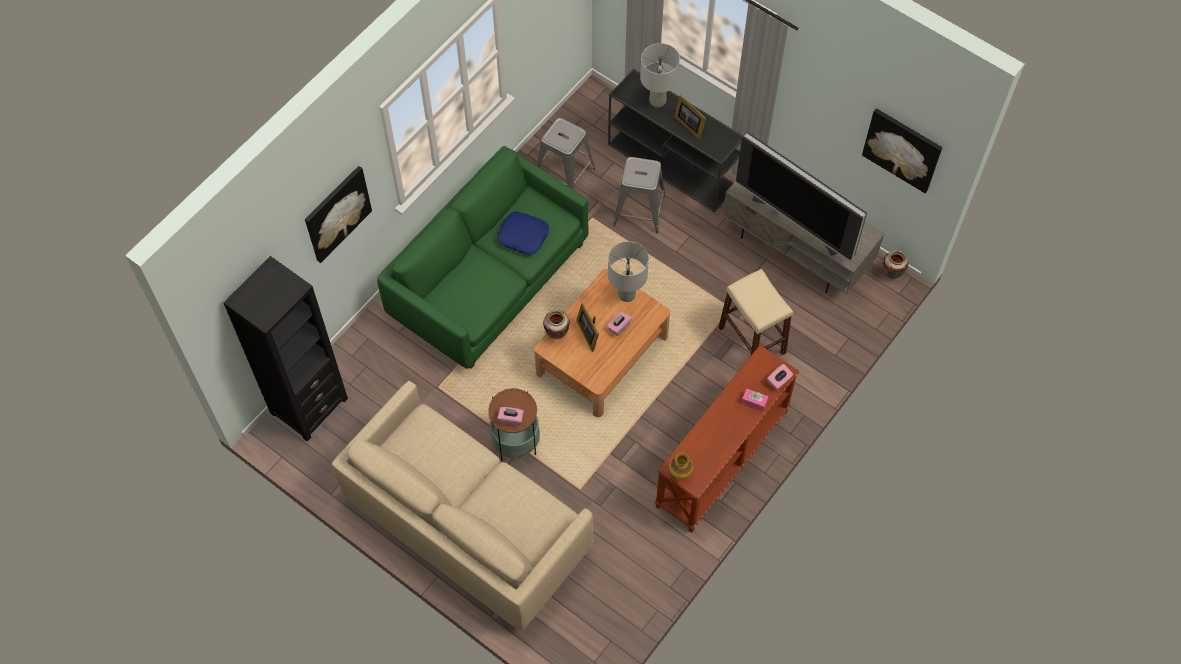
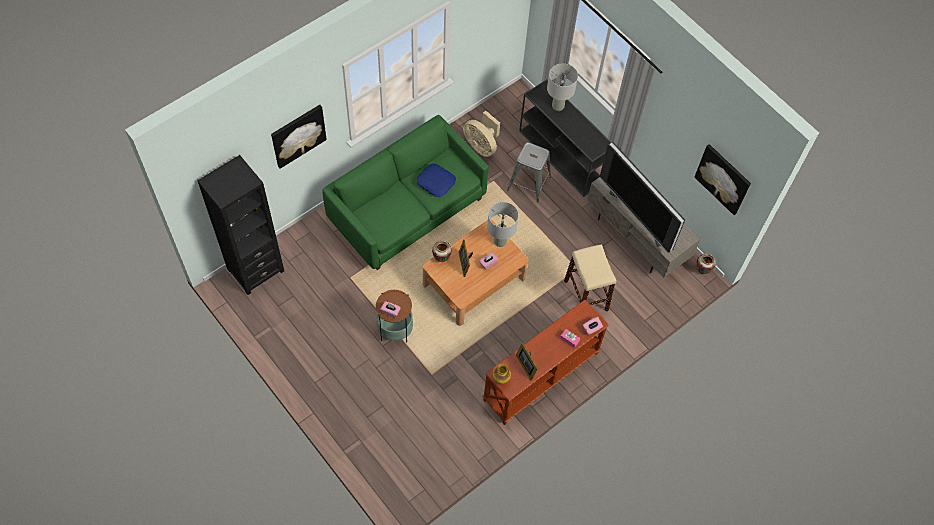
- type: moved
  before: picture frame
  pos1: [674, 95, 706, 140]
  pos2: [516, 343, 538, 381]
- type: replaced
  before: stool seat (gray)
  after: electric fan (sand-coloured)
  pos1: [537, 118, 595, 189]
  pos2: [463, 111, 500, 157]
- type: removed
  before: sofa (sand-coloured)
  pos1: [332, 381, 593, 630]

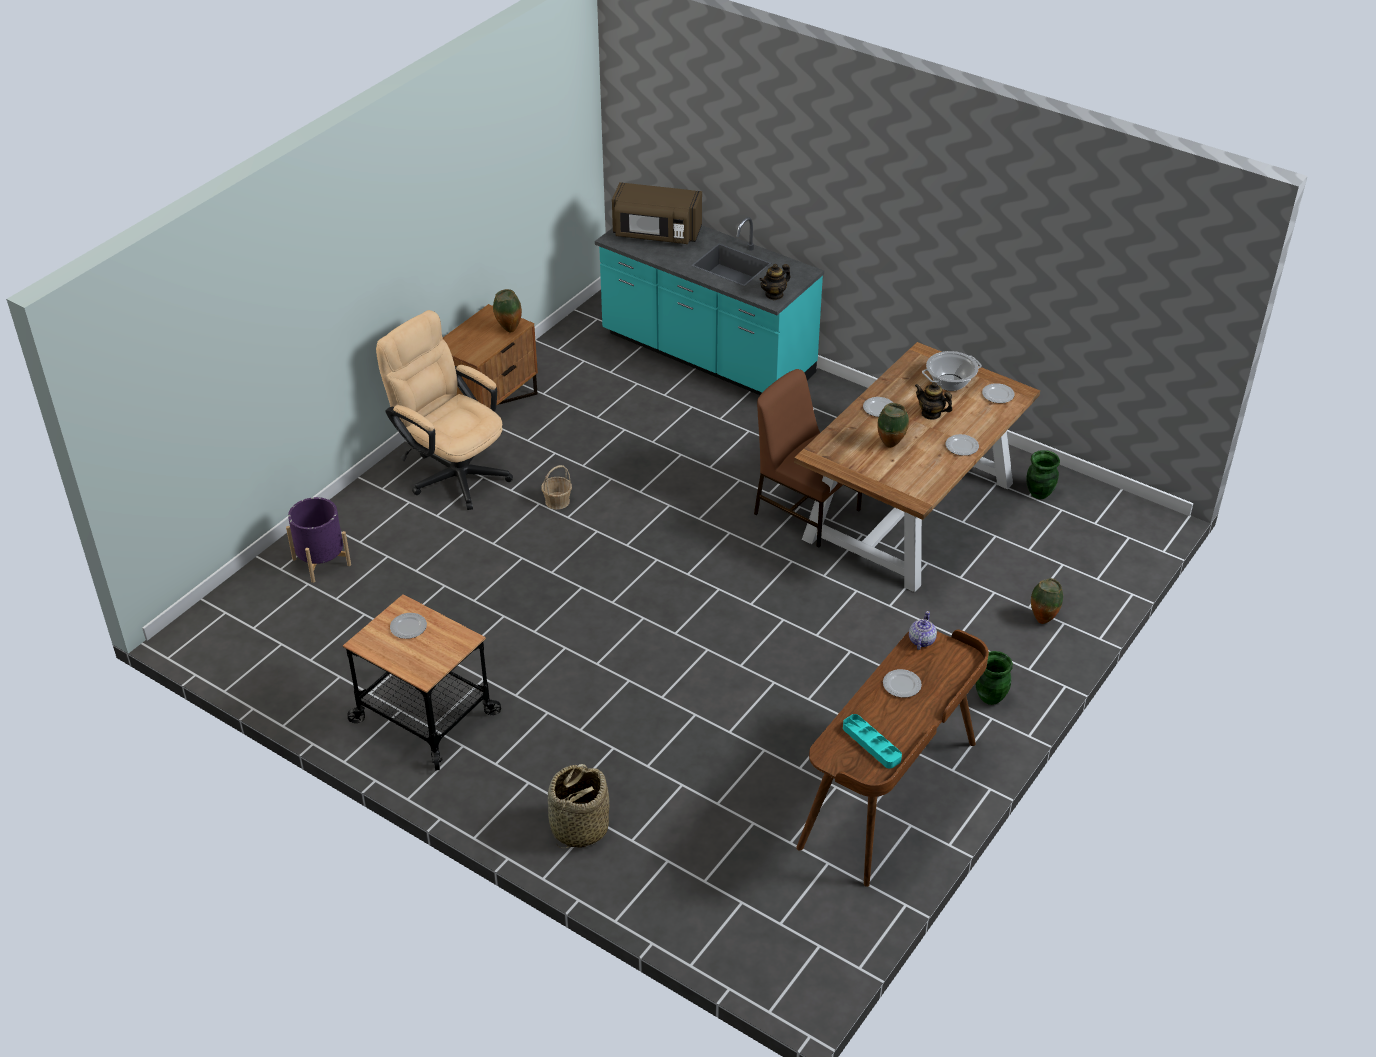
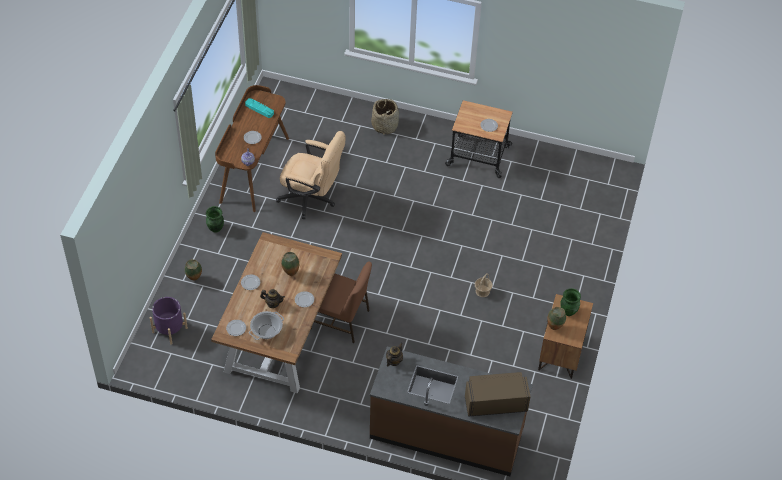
- type: recoloured
  before: kitchen counter (turquoise-coloured)
  after: kitchen counter (brown-coloured)
  pos1: [595, 217, 824, 395]
  pos2: [370, 347, 533, 476]
- type: moved
  before: computer chair (sand-coloured)
  pos1: [376, 310, 513, 510]
  pos2: [276, 131, 346, 219]
- type: moved
  before: decorative vase (green-coloured)
  pos1: [1026, 450, 1060, 499]
  pos2: [560, 288, 581, 316]
- type: moved
  before: flower pot (purple-coloured)
  pos1: [286, 497, 351, 583]
  pos2: [150, 297, 188, 345]

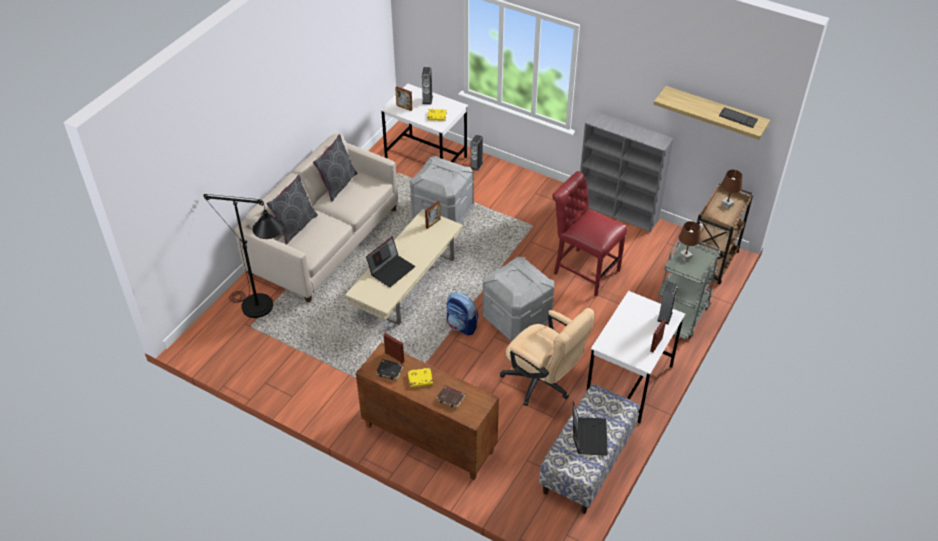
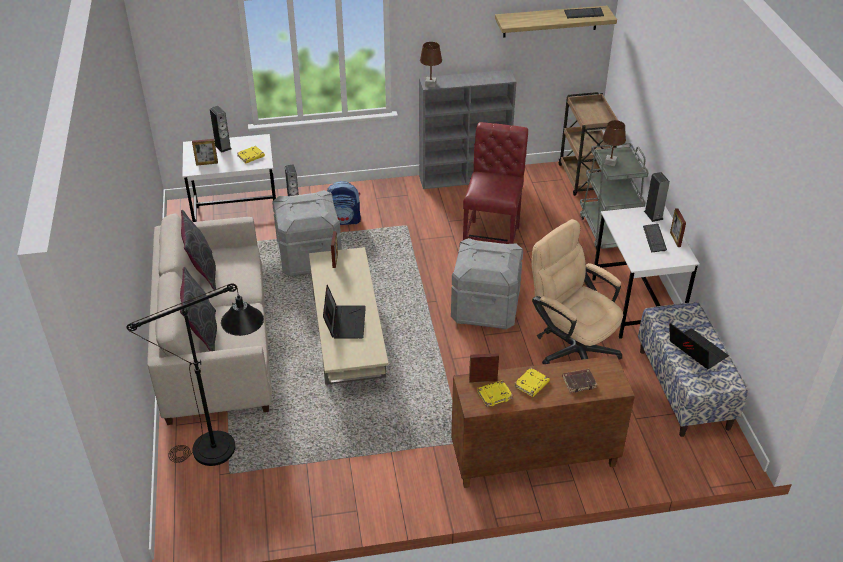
- type: moved
  before: lamp for a table (brown-coloured)
  pos1: [721, 170, 742, 209]
  pos2: [420, 42, 442, 87]
- type: turned
  before: plain chair (reddish)
  pos1: [552, 171, 627, 296]
  pos2: [463, 122, 528, 244]
  turn: 105
- type: moved
  before: knapsack
  pos1: [446, 292, 478, 336]
  pos2: [327, 181, 361, 225]
- type: turned
  before: computer chair (sand-coloured)
  pos1: [500, 308, 595, 406]
  pos2: [531, 219, 623, 364]
  turn: -135
- type: recoloured
  before: volume (blackish)
  after: volume (yellowish)
  pos1: [376, 359, 404, 380]
  pos2: [477, 380, 513, 407]
- type: added
  after: computer keyboard
  pos2: [643, 224, 667, 253]

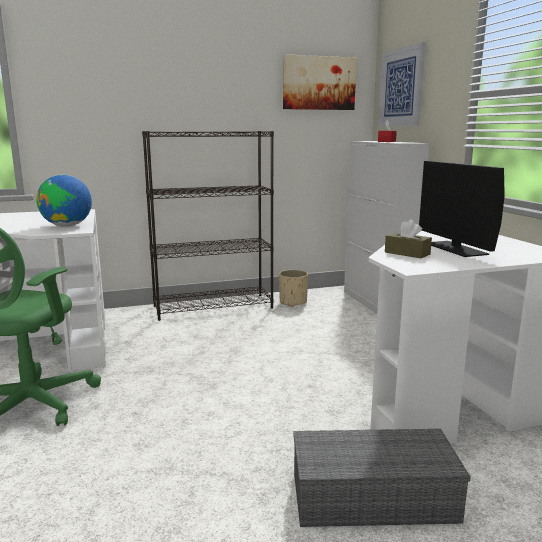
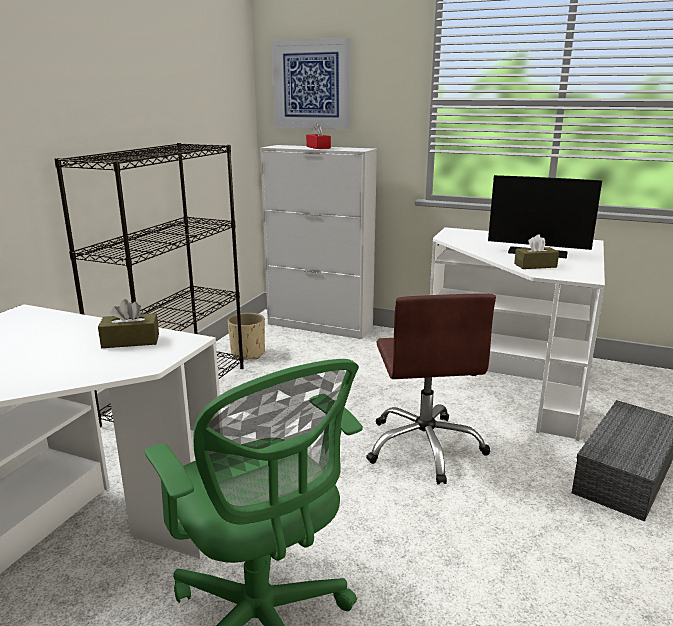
- type: removed
  before: wall art
  pos1: [283, 54, 357, 110]
- type: replaced
  before: globe
  after: tissue box (brown-coloured)
  pos1: [36, 175, 92, 227]
  pos2: [98, 299, 159, 348]
- type: added
  after: computer chair (brown-coloured)
  pos2: [366, 294, 496, 485]

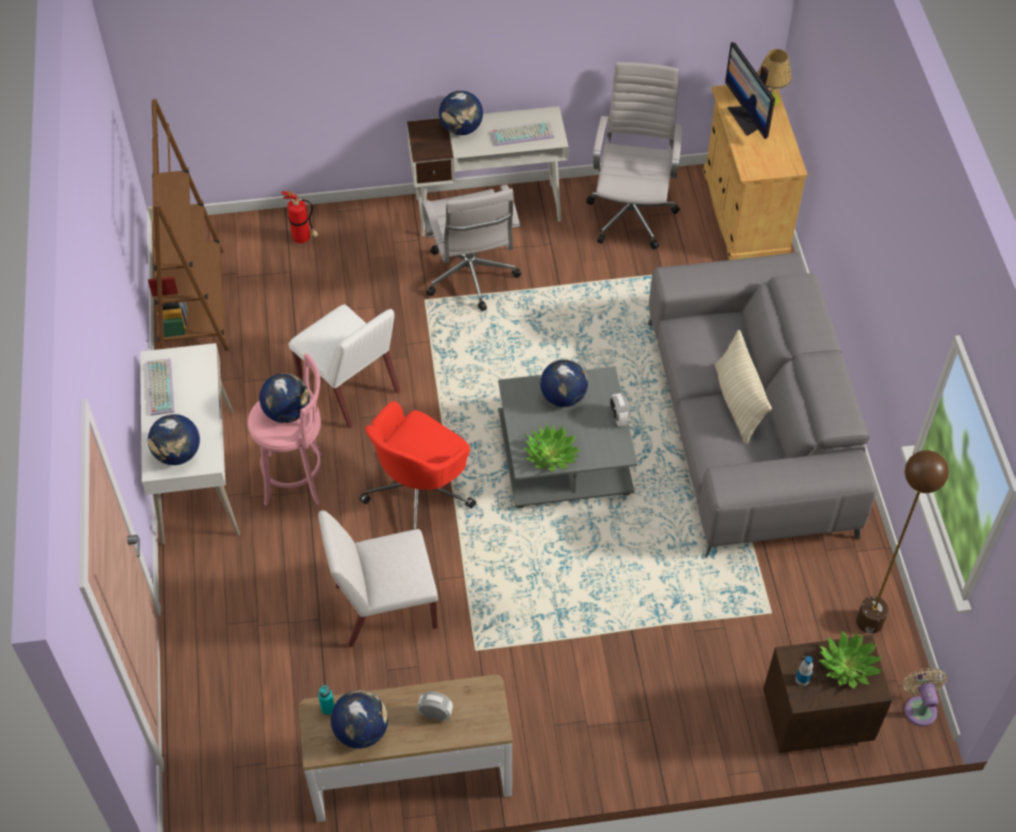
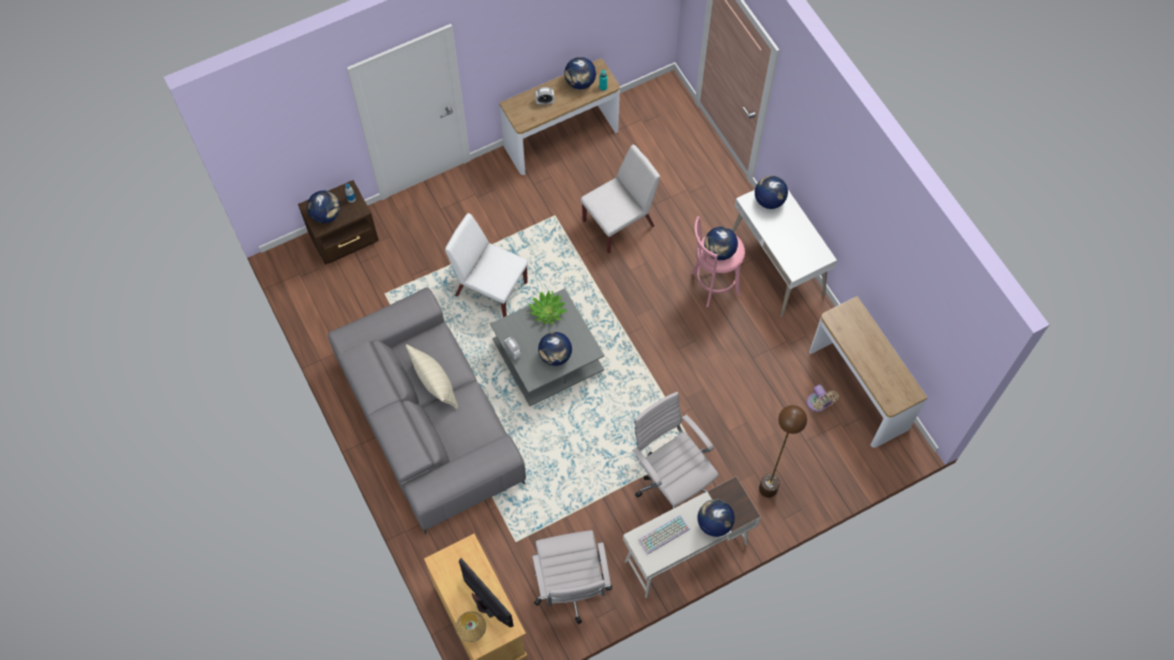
- type: replaced
  before: bookshelf (brown-coloured)
  after: hall table
  pos1: [148, 99, 229, 351]
  pos2: [809, 296, 928, 448]
- type: removed
  before: fire-fighting cylinder
  pos1: [282, 191, 318, 244]
- type: moved
  before: plain chair (white)
  pos1: [289, 304, 401, 428]
  pos2: [445, 213, 528, 317]
- type: removed
  before: computer keyboard
  pos1: [147, 358, 175, 416]
- type: removed
  before: computer chair (reddish)
  pos1: [359, 401, 476, 529]
- type: moved
  before: standard lamp (brown-coloured)
  pos1: [856, 450, 949, 634]
  pos2: [759, 405, 807, 498]
- type: replaced
  before: potted plant
  after: globe
  pos1: [819, 632, 882, 689]
  pos2: [307, 191, 340, 223]
- type: moved
  before: electric fan (sand-coloured)
  pos1: [902, 668, 947, 726]
  pos2: [807, 385, 839, 412]

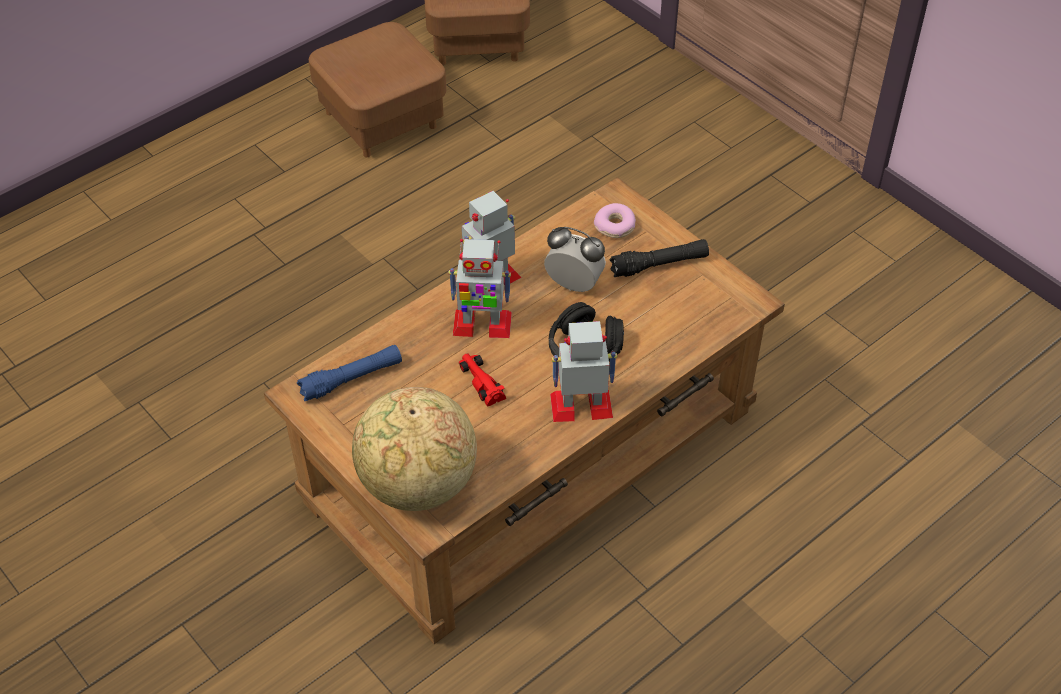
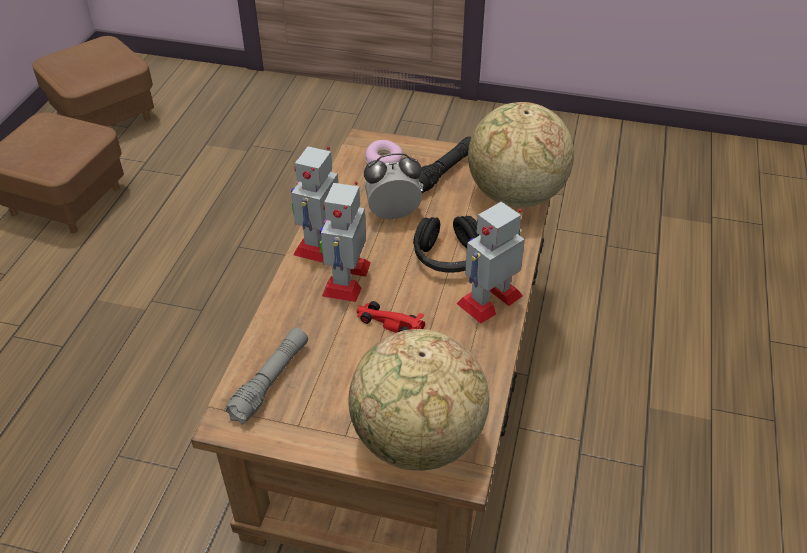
- type: turned
  before: robot figure
  pos1: [448, 239, 512, 338]
  pos2: [320, 181, 371, 302]
  turn: 135
- type: recoloured
  before: torch (bluish)
  after: torch (gray)
  pos1: [297, 345, 402, 401]
  pos2: [224, 328, 308, 425]
- type: added
  after: globe
  pos2: [468, 102, 574, 208]

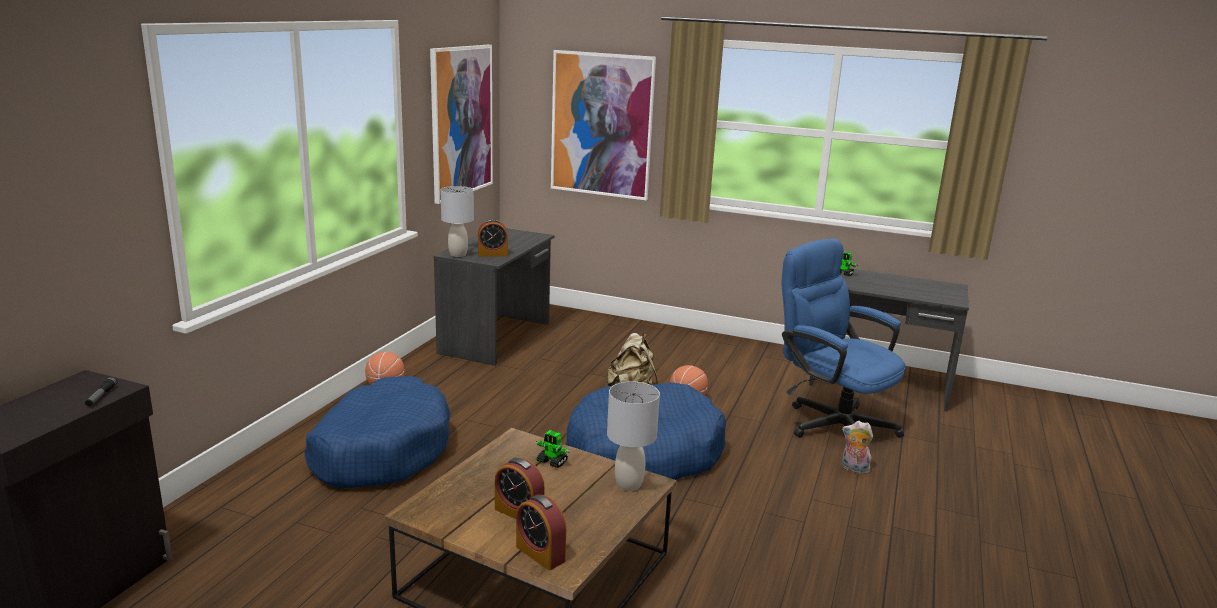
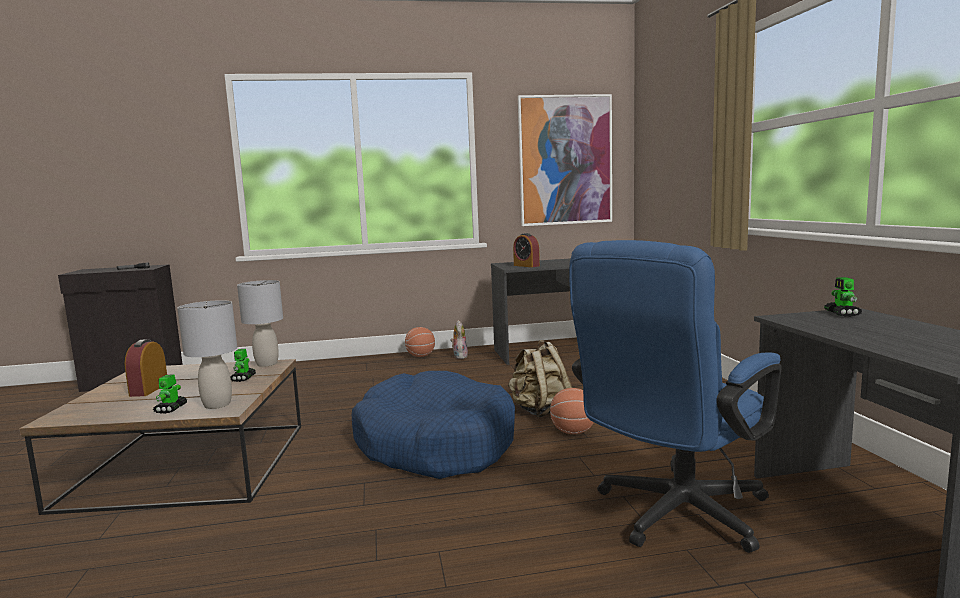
- type: removed
  before: wall art
  pos1: [551, 50, 656, 200]
- type: moved
  before: lamp for a table (gray)
  pos1: [440, 186, 474, 257]
  pos2: [237, 280, 283, 367]
- type: turned
  before: computer chair (bluish)
  pos1: [782, 238, 906, 454]
  pos2: [569, 240, 782, 553]
  turn: -150
- type: removed
  before: dog bed (bluish)
  pos1: [304, 376, 451, 488]
- type: moved
  before: cuddly toy
  pos1: [842, 421, 873, 474]
  pos2: [450, 320, 468, 359]
- type: removed
  before: bedside clock
  pos1: [516, 495, 566, 570]
- type: added
  after: robot figure
  pos2: [153, 374, 187, 414]

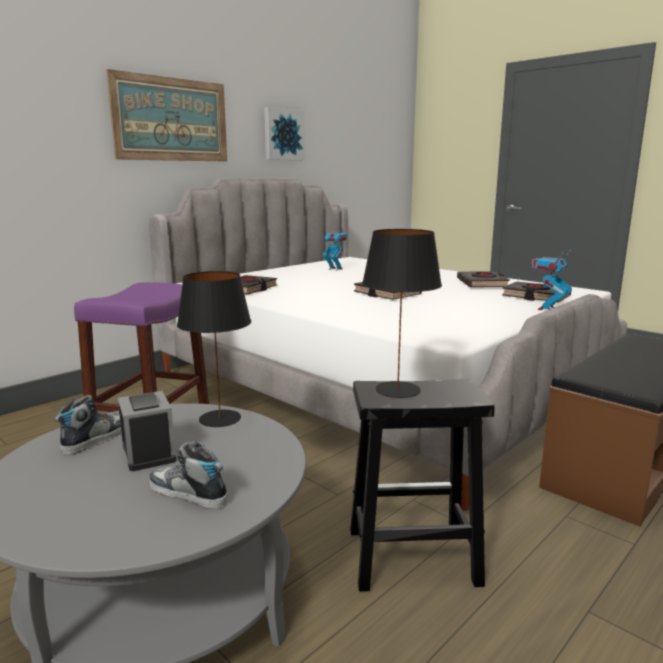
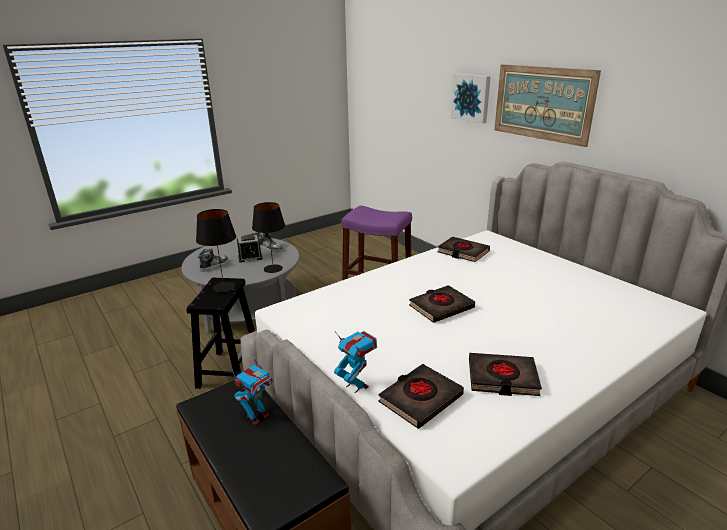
- type: moved
  before: wall art
  pos1: [264, 107, 305, 160]
  pos2: [451, 73, 491, 124]
- type: moved
  before: robot figure
  pos1: [323, 227, 348, 271]
  pos2: [230, 352, 273, 425]

